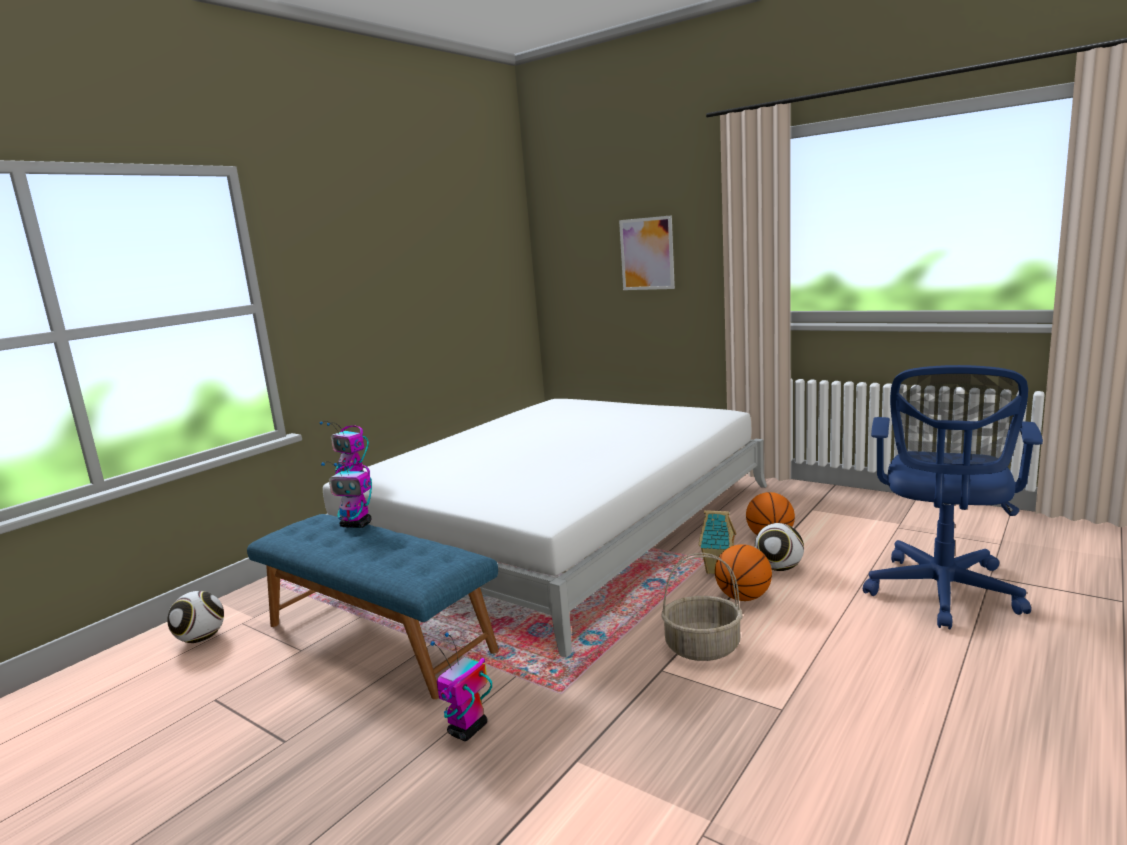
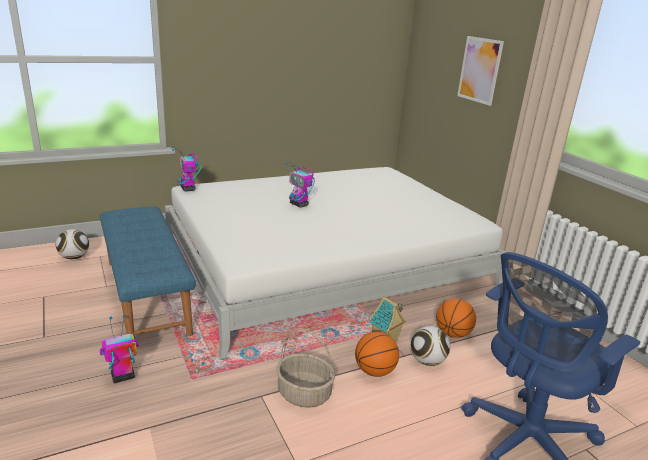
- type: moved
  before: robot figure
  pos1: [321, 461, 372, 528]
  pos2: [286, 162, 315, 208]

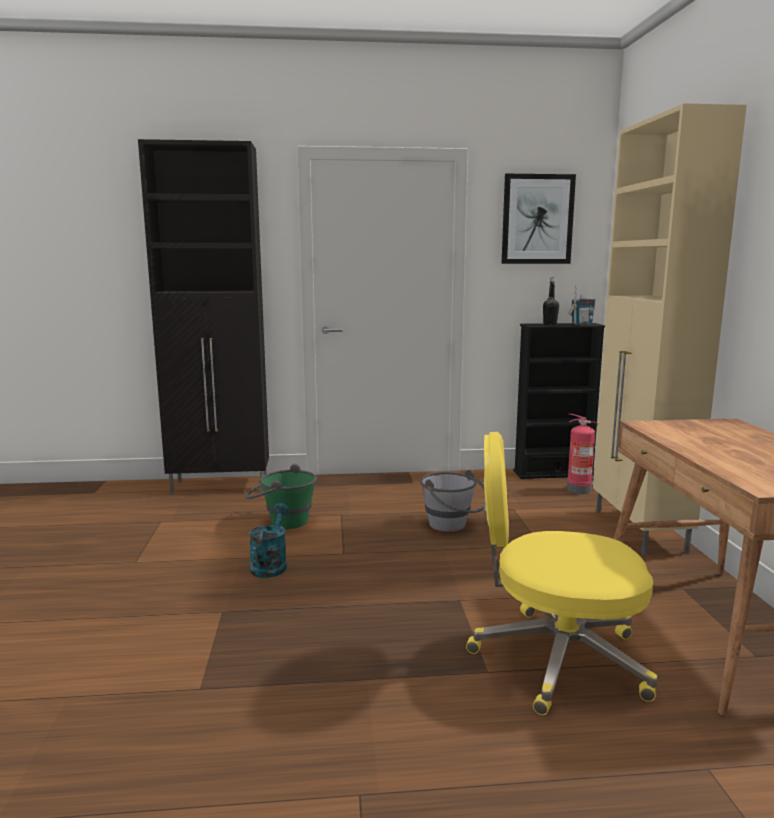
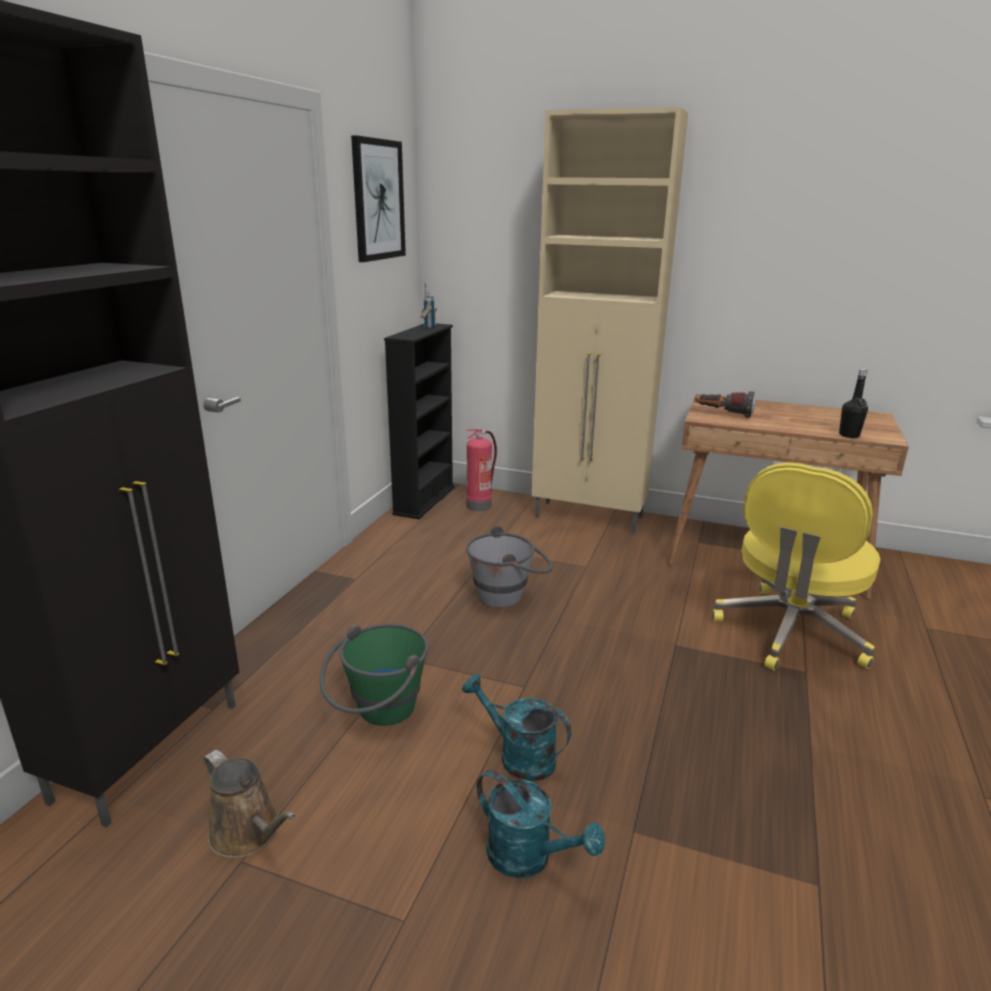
- type: moved
  before: drink bottle (blackish)
  pos1: [543, 278, 559, 325]
  pos2: [839, 369, 868, 438]
- type: added
  after: torch
  pos2: [695, 391, 756, 418]
- type: added
  after: watering pot (brown-coloured)
  pos2: [203, 750, 295, 859]
- type: added
  after: watering pot (turquoise-coloured)
  pos2: [476, 770, 605, 878]

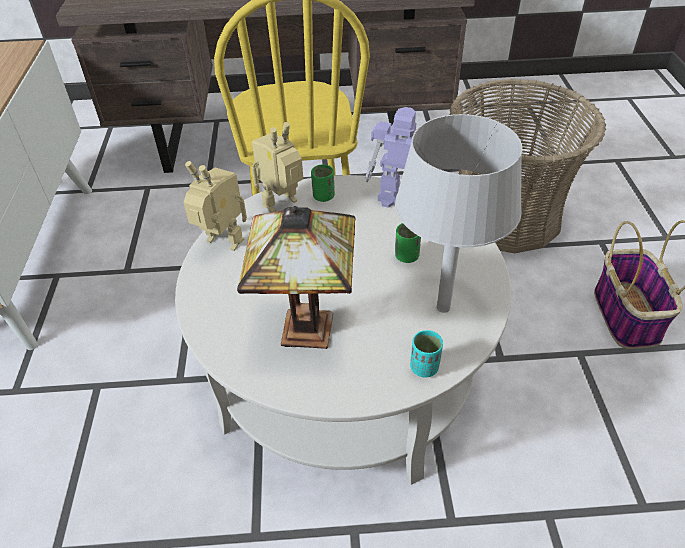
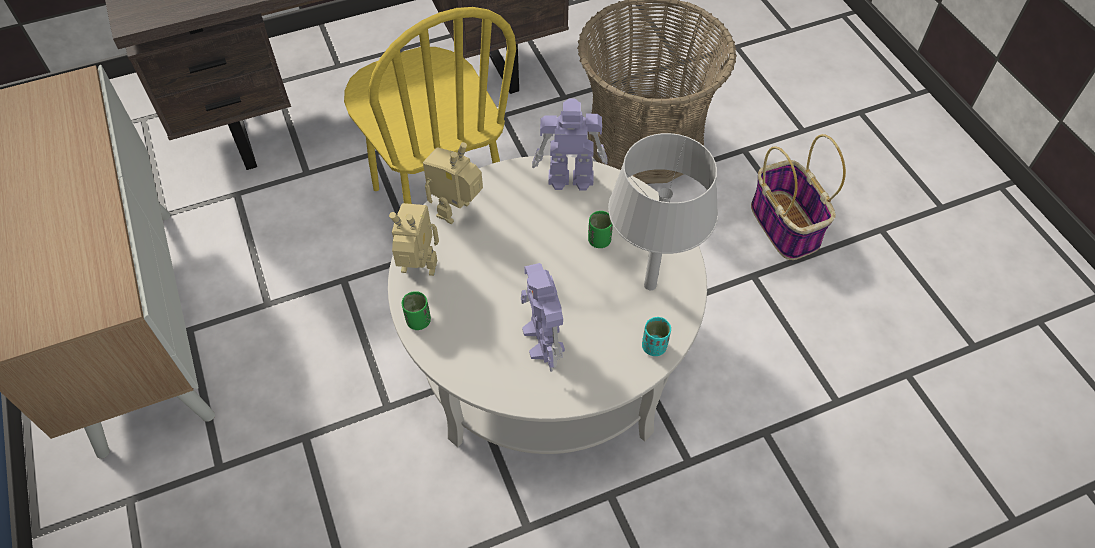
- type: moved
  before: drinking cup (green-coloured)
  pos1: [311, 164, 335, 202]
  pos2: [402, 291, 431, 330]
- type: replaced
  before: lamp for a table
  after: robot figure
  pos1: [237, 206, 355, 349]
  pos2: [521, 263, 565, 372]

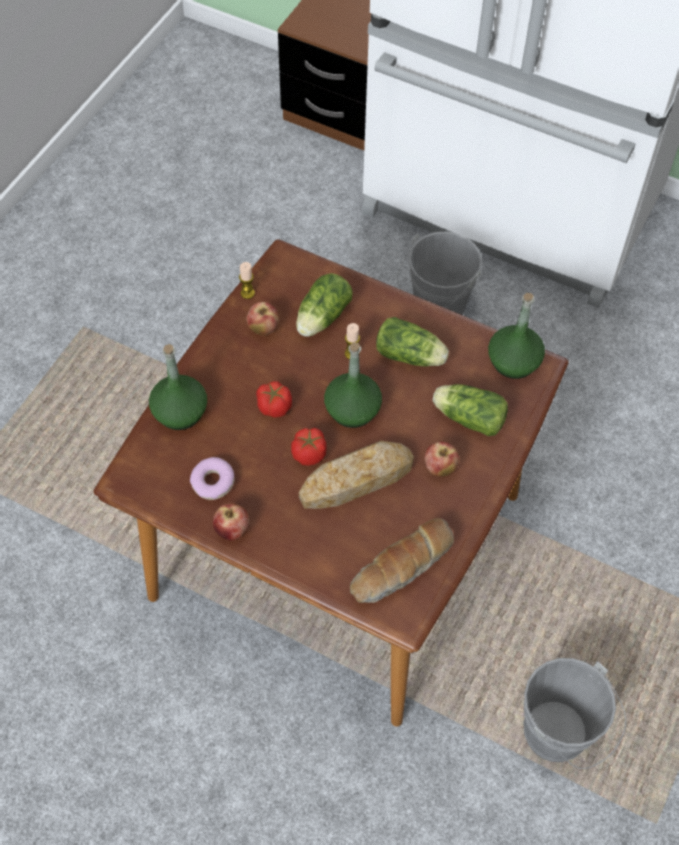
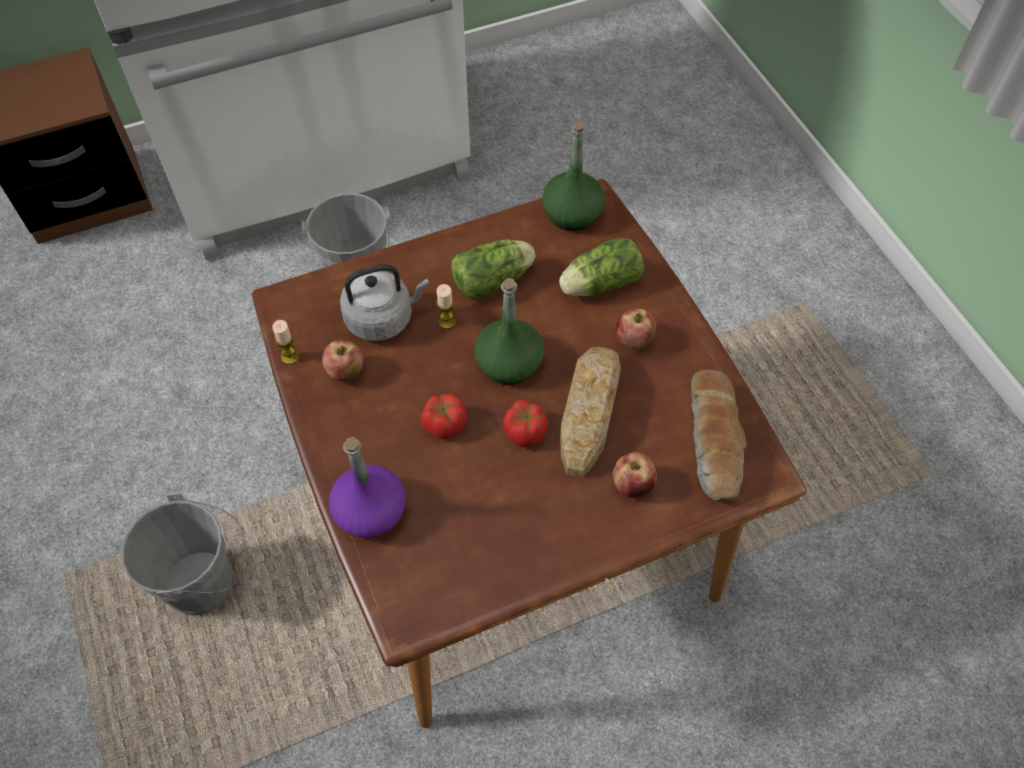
- type: replaced
  before: lettuce
  after: kettle (gray)
  pos1: [296, 273, 353, 337]
  pos2: [340, 264, 429, 341]
- type: recoloured
  before: drink bottle (green-coloured)
  after: drink bottle (purple-coloured)
  pos1: [149, 344, 207, 430]
  pos2: [329, 437, 406, 538]
- type: removed
  before: ring doughnut
  pos1: [190, 457, 235, 500]
- type: moved
  before: whole apple
  pos1: [213, 503, 249, 541]
  pos2: [613, 452, 657, 498]
- type: moved
  before: pail (gray)
  pos1: [524, 658, 626, 769]
  pos2: [121, 493, 246, 615]

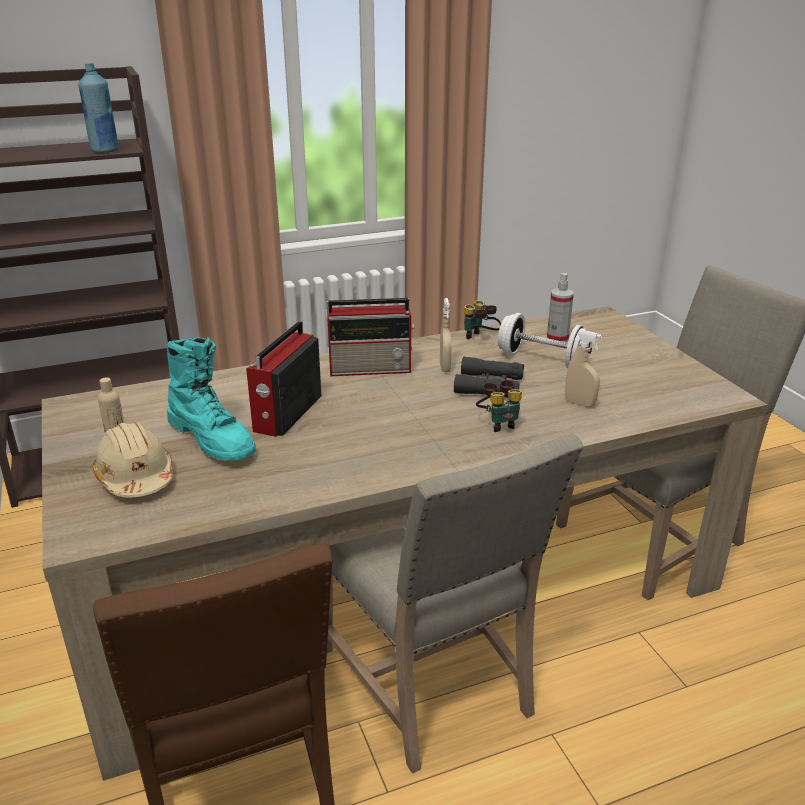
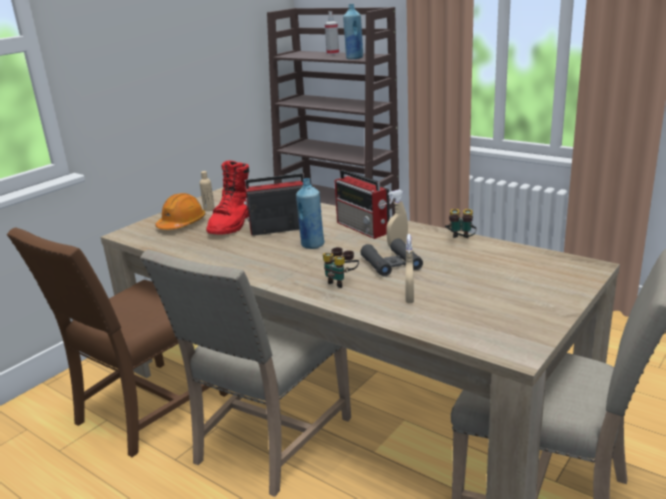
- type: moved
  before: sprayer
  pos1: [547, 273, 574, 342]
  pos2: [325, 11, 339, 55]
- type: removed
  before: hand weight (white)
  pos1: [498, 313, 592, 369]
- type: recoloured
  before: high-top boot (turquoise-coloured)
  after: high-top boot (reddish)
  pos1: [166, 337, 256, 461]
  pos2: [206, 161, 249, 234]
- type: recoloured
  before: safety helmet (sand-coloured)
  after: safety helmet (orange-coloured)
  pos1: [93, 422, 173, 498]
  pos2: [155, 193, 206, 230]
- type: added
  after: drink bottle (bluish)
  pos2: [296, 178, 325, 249]

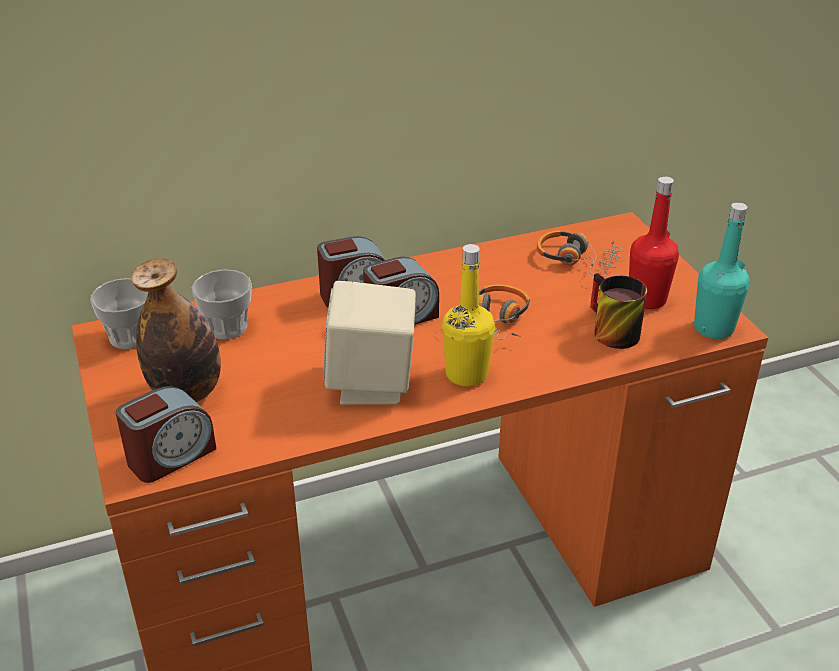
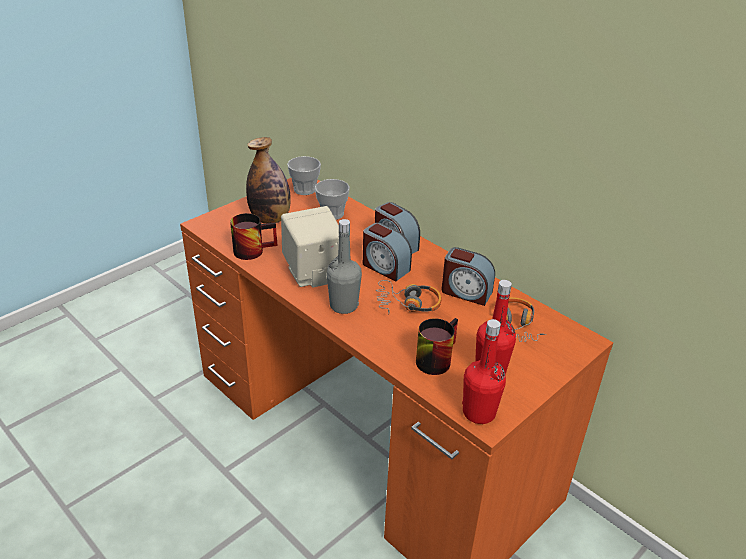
- type: recoloured
  before: drink bottle (turquoise-coloured)
  after: drink bottle (reddish)
  pos1: [694, 202, 750, 339]
  pos2: [462, 319, 506, 424]
- type: recoloured
  before: drink bottle (yellowish)
  after: drink bottle (gray)
  pos1: [442, 244, 495, 387]
  pos2: [326, 219, 362, 314]
- type: moved
  before: bedside clock
  pos1: [116, 386, 216, 483]
  pos2: [441, 247, 495, 306]
- type: added
  after: mug
  pos2: [230, 213, 277, 260]

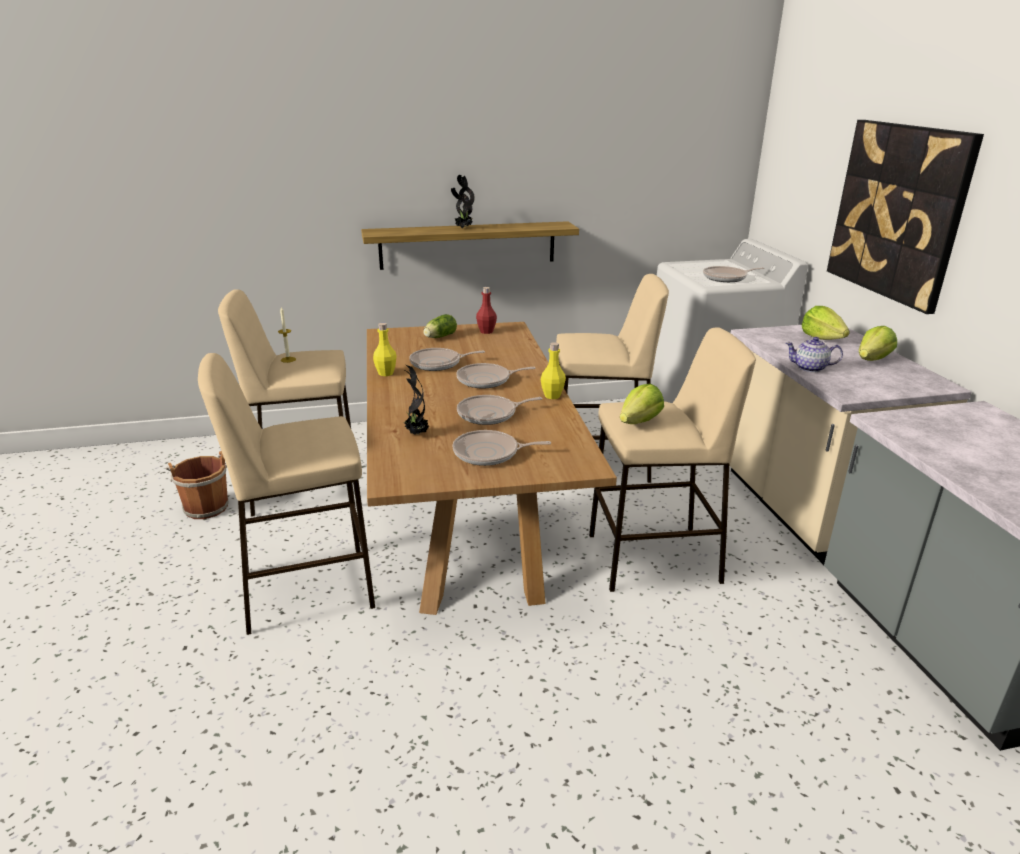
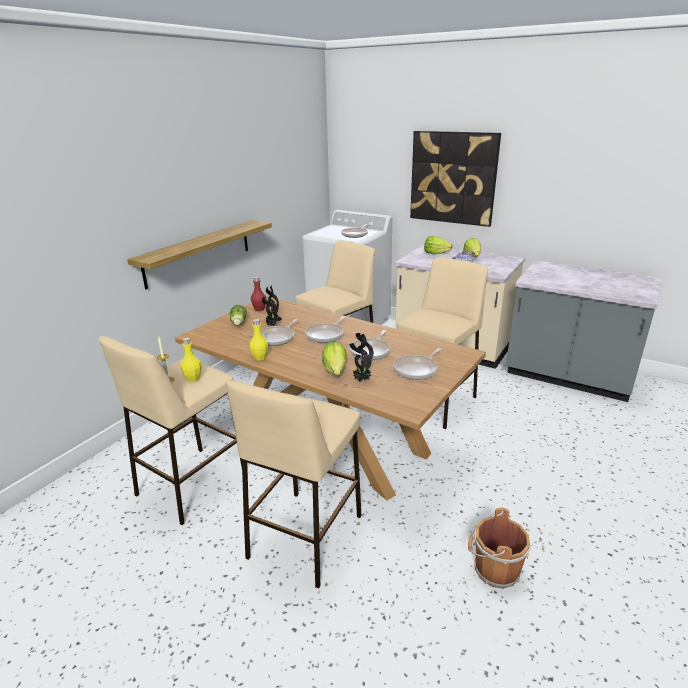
- type: moved
  before: potted plant
  pos1: [451, 175, 475, 228]
  pos2: [262, 286, 282, 325]
- type: moved
  before: drink bottle (yellowish)
  pos1: [541, 342, 566, 399]
  pos2: [180, 337, 202, 382]
- type: moved
  before: lettuce
  pos1: [620, 384, 664, 424]
  pos2: [322, 342, 347, 375]
- type: moved
  before: pail (brown-coloured)
  pos1: [166, 451, 228, 519]
  pos2: [468, 508, 530, 589]

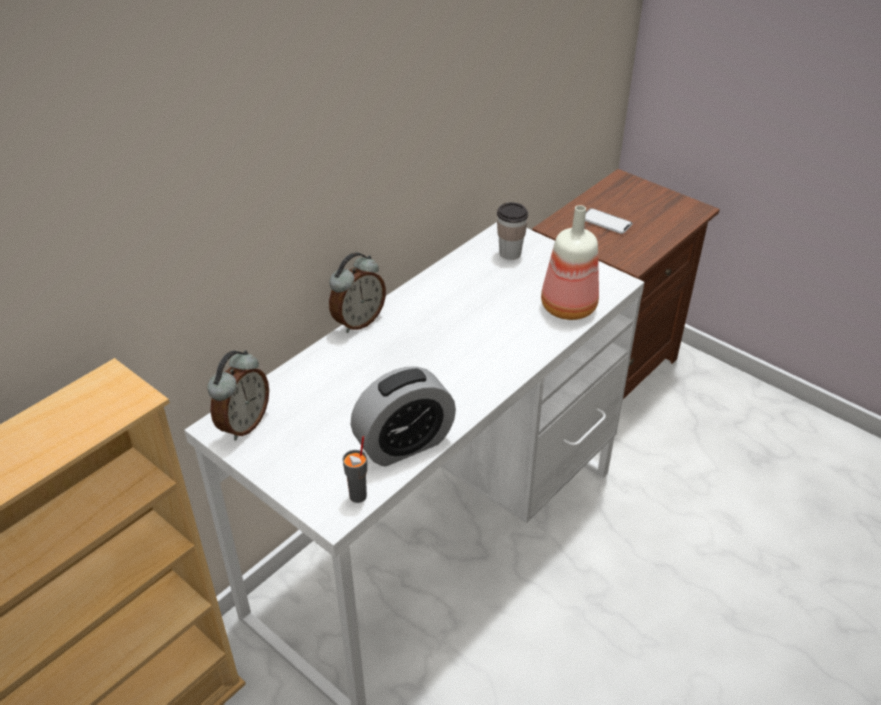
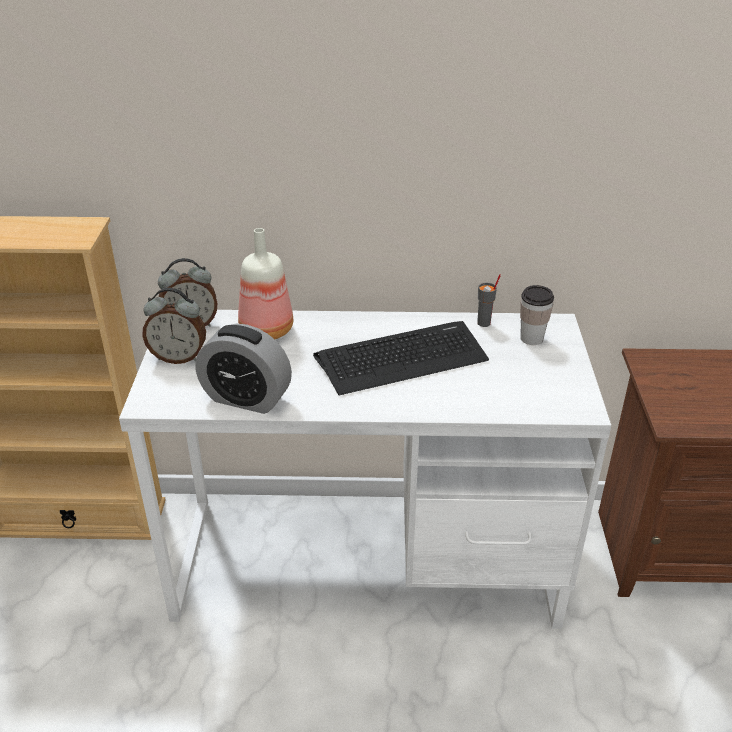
- type: moved
  before: drink bottle
  pos1: [541, 205, 599, 320]
  pos2: [238, 228, 293, 339]
- type: removed
  before: phone
  pos1: [585, 208, 633, 234]
- type: moved
  before: bedside clock
  pos1: [329, 252, 386, 333]
  pos2: [143, 288, 206, 364]
- type: moved
  before: drinking cup (gray)
  pos1: [342, 436, 367, 503]
  pos2: [477, 274, 501, 327]
- type: added
  after: computer keyboard
  pos2: [313, 321, 489, 395]

